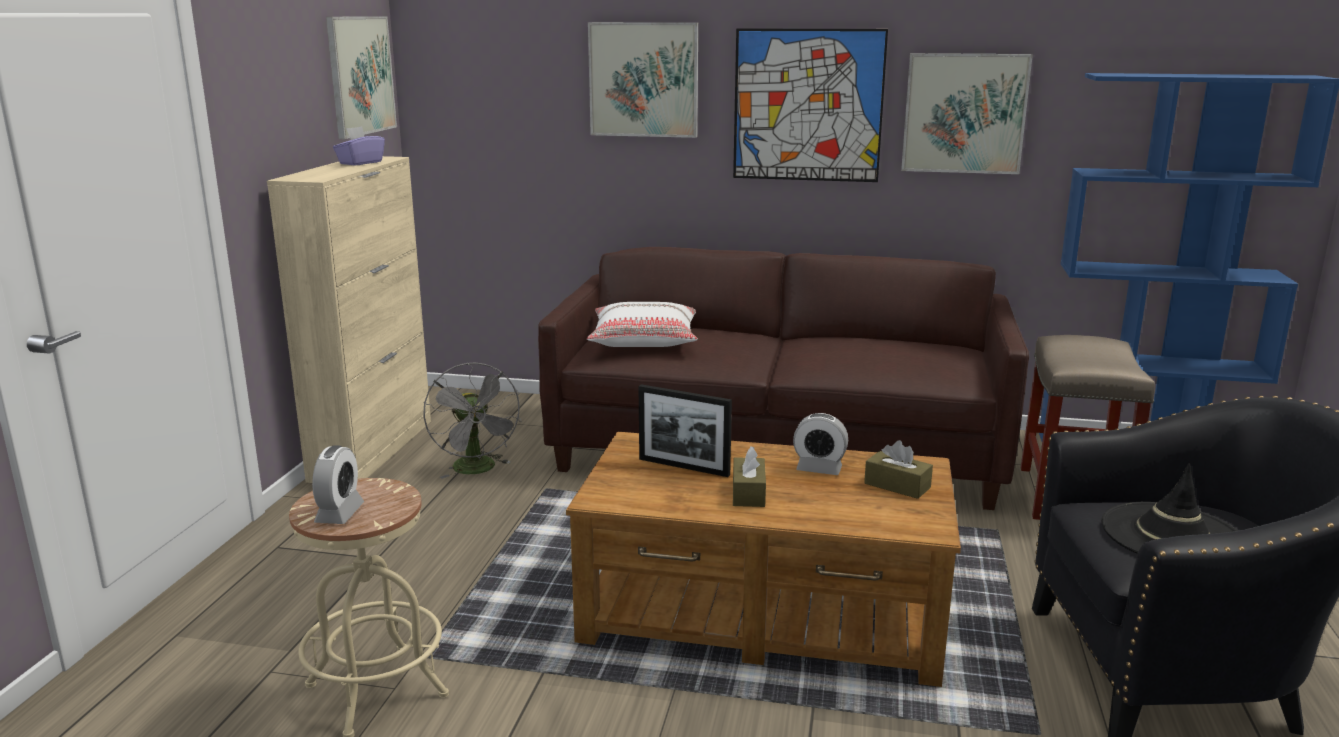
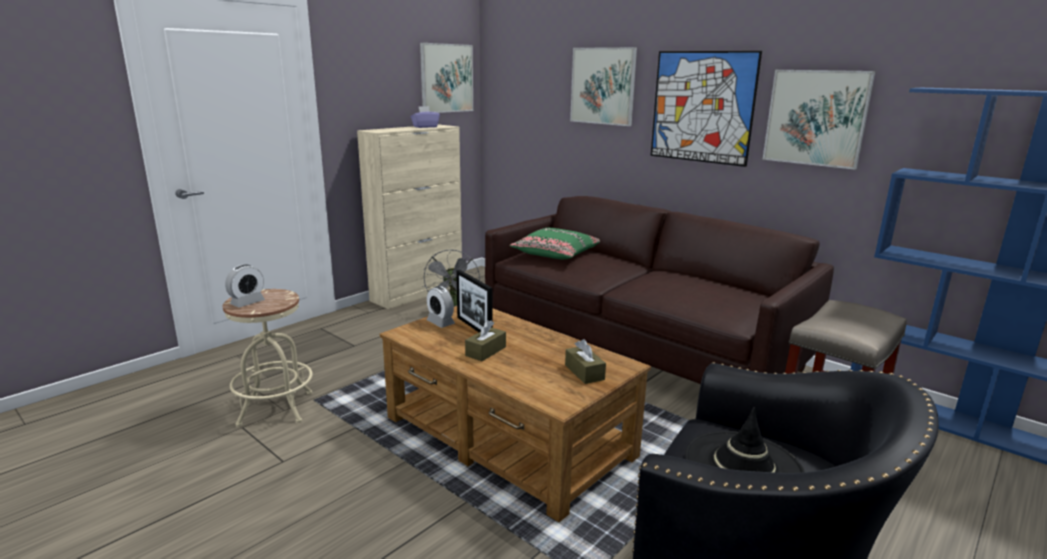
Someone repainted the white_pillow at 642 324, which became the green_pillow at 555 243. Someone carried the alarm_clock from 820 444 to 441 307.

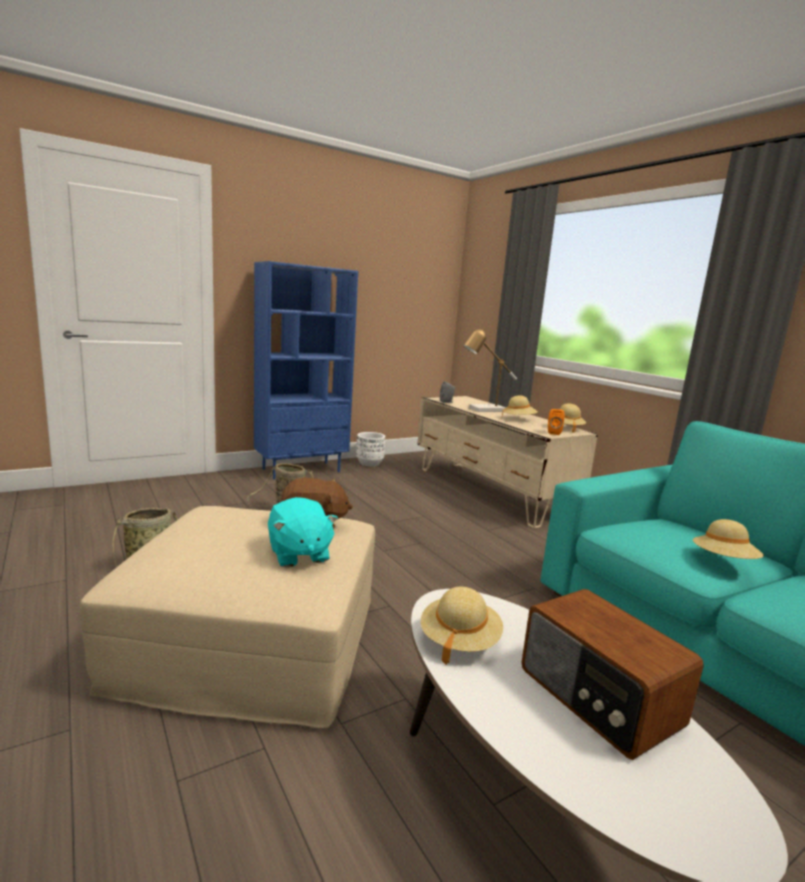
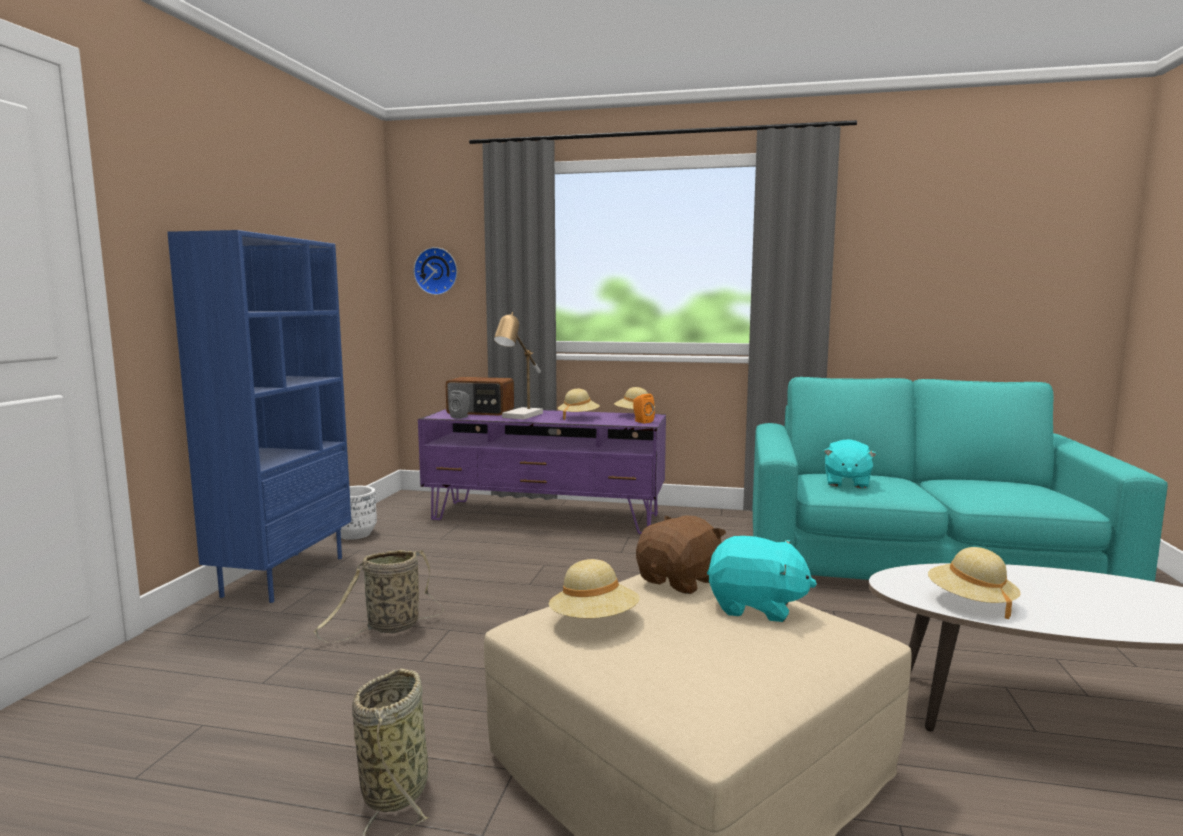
Someone repainted the beige_tv_stand at 507 462, which became the purple_tv_stand at 542 471. Someone carried the radio from 613 674 to 479 396. Someone carried the beige_hat from 728 539 to 594 589. Someone put up the wall_clock at 435 271. Someone put down the turquoise_plush_toy at 850 463.

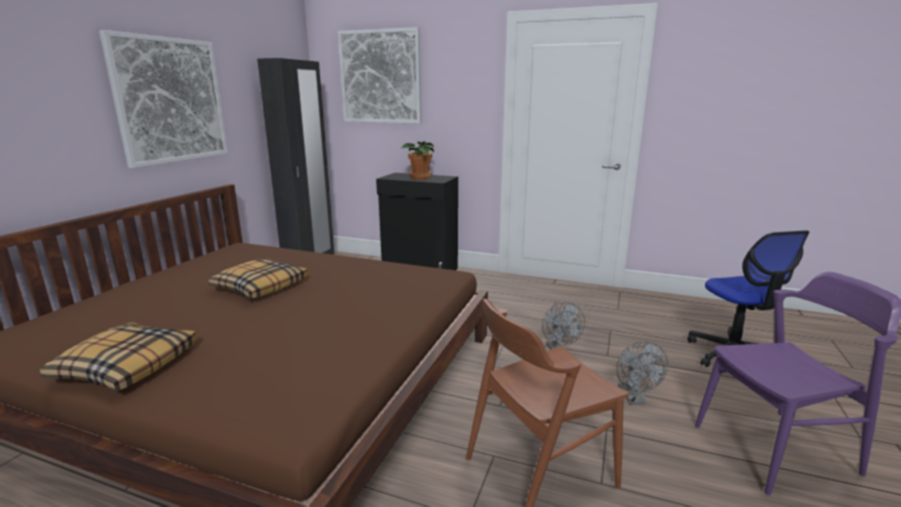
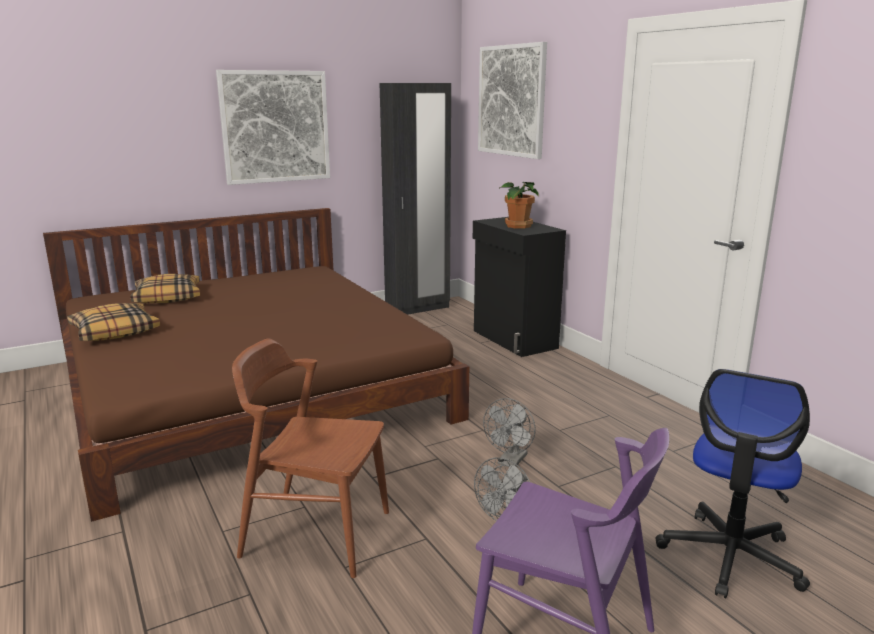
Someone carried the pillow from 258 279 to 165 288.

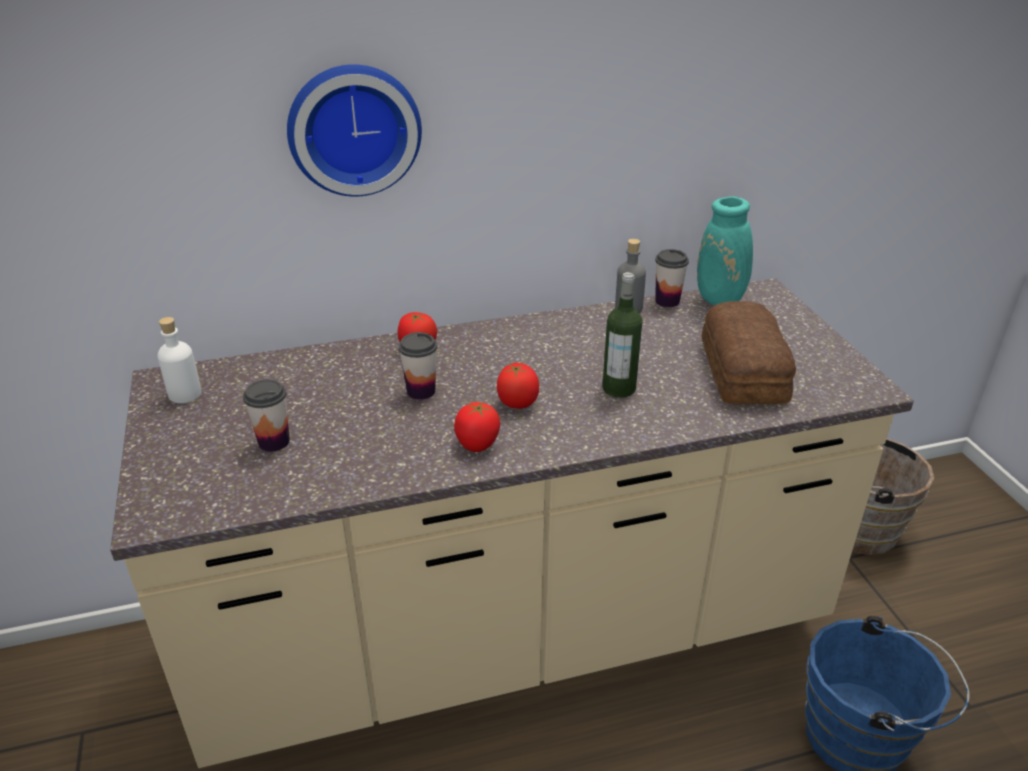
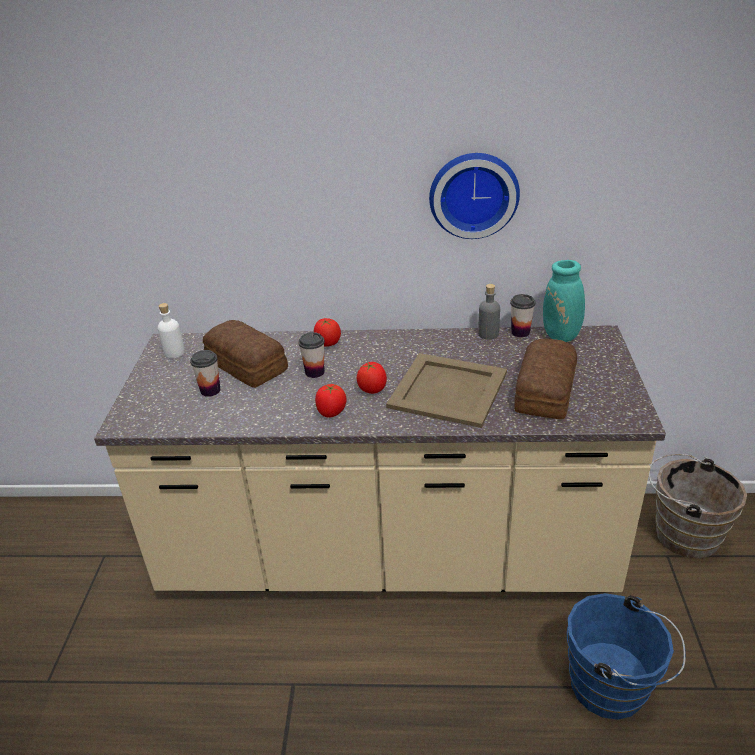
Someone carried the wall_clock from 354 130 to 474 196. Someone swapped the bottle at 622 335 for the beige_tray at 446 390. Someone put down the bread at 245 354.

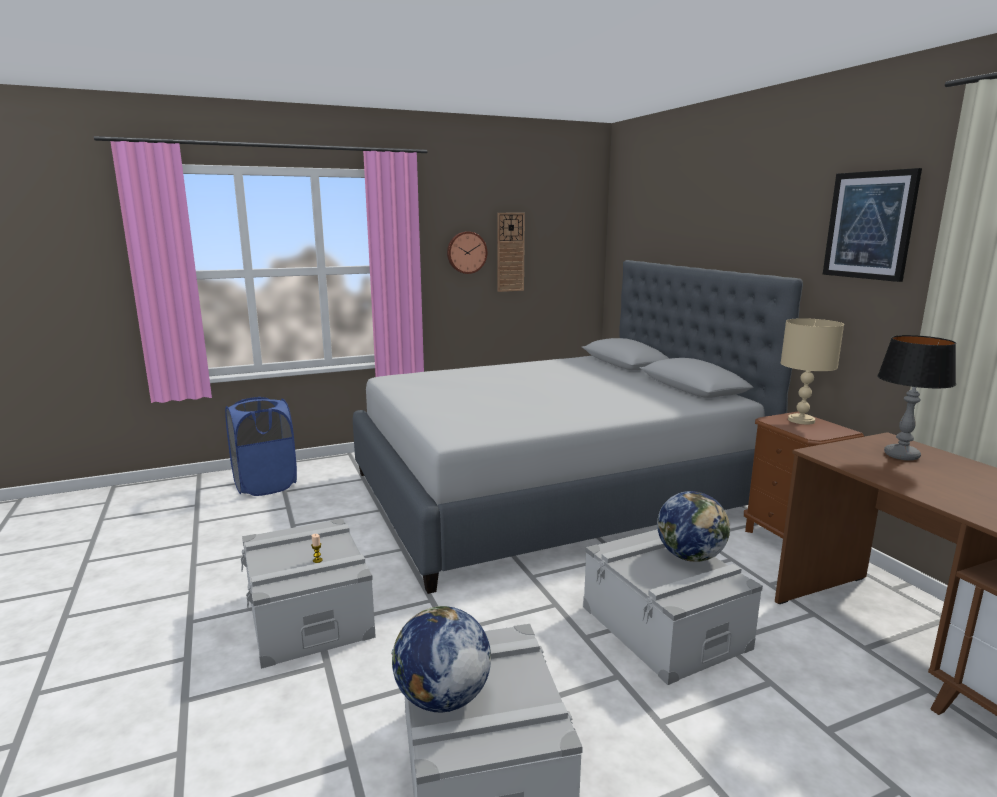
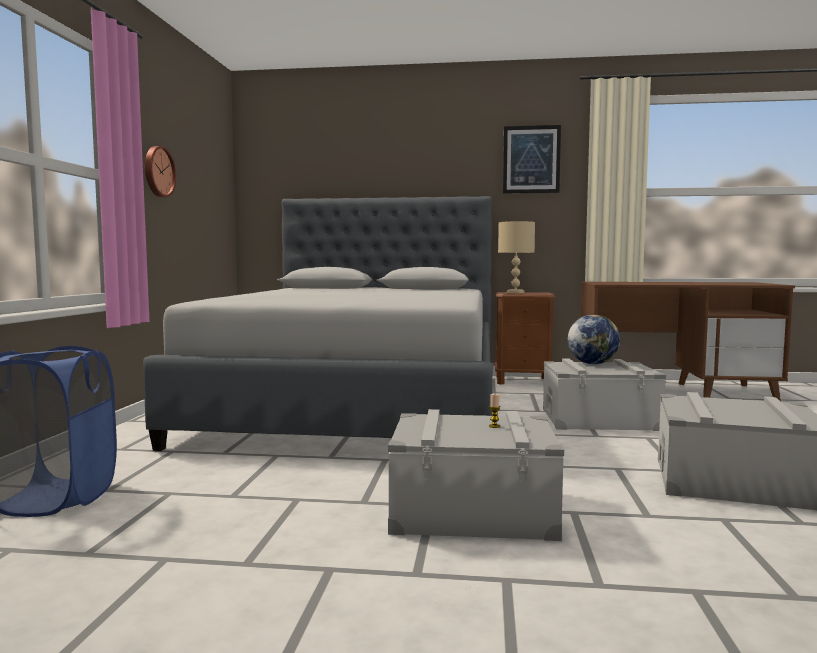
Someone took away the globe at 441 659. Someone took away the wall_clock at 511 252. Someone took away the table_lamp at 916 398.

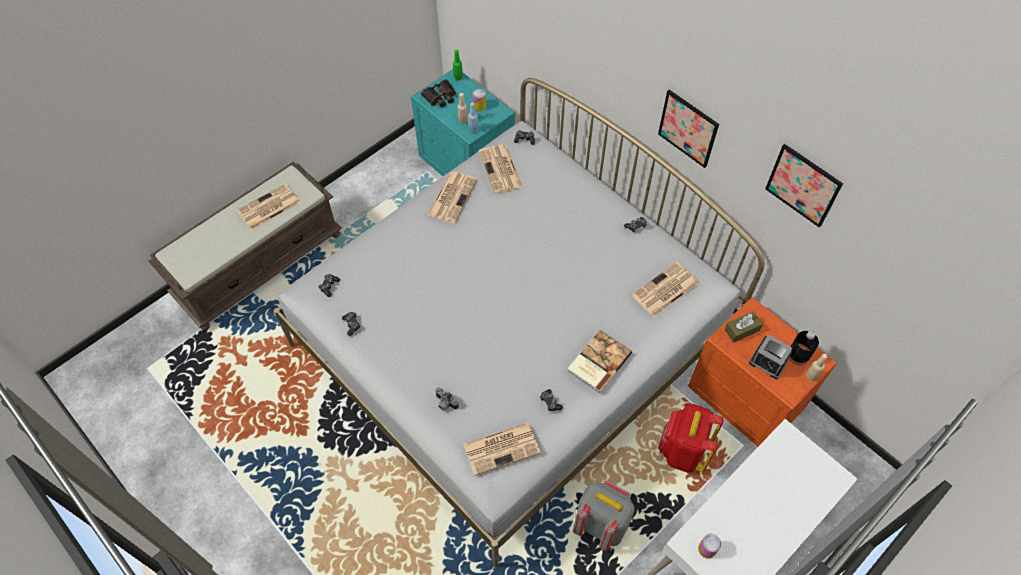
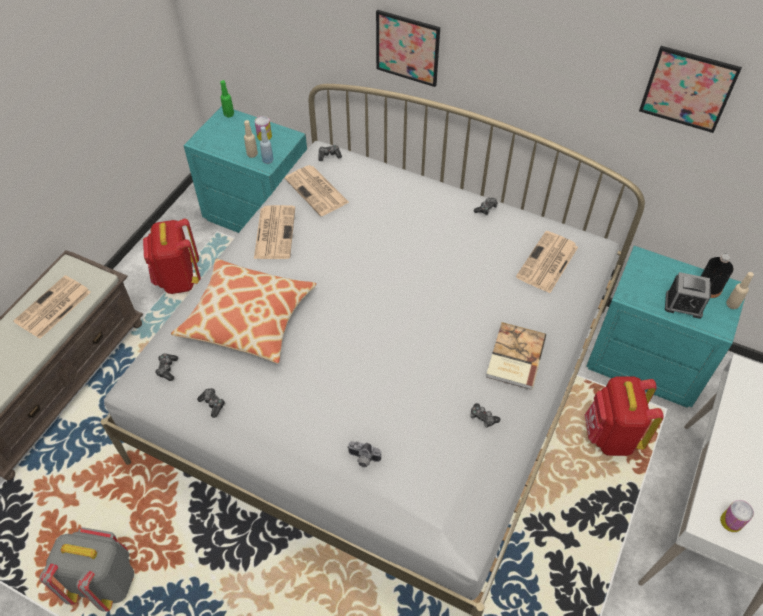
Someone took away the binoculars at 438 93. Someone took away the newspaper at 502 449. Someone carried the grey_backpack from 604 515 to 87 569. Someone carried the picture from 688 129 to 408 48. Someone repainted the orange_nightstand at 762 372, which became the turquoise_nightstand at 665 327. Someone took away the brown_tissue_box at 744 327. Someone put down the red_backpack at 172 256. Someone put down the pillow at 243 311.

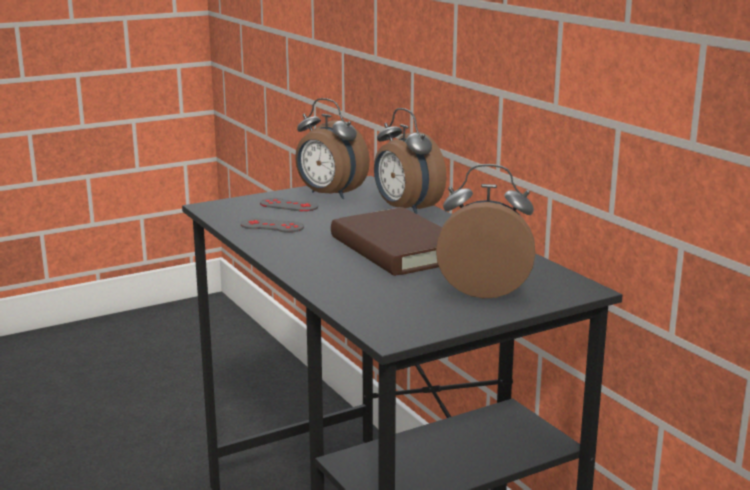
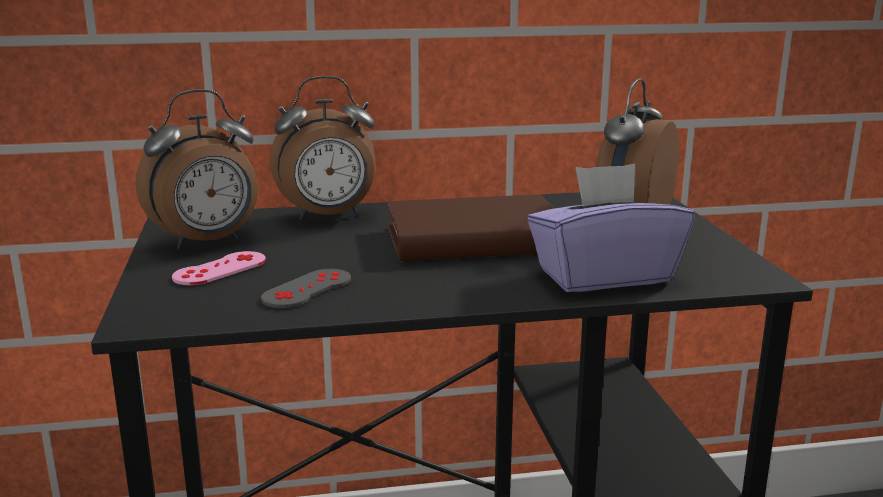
Someone repainted the grey_game_controller at 289 205, which became the pink_game_controller at 219 268. Someone put down the purple_tissue_box at 611 228.

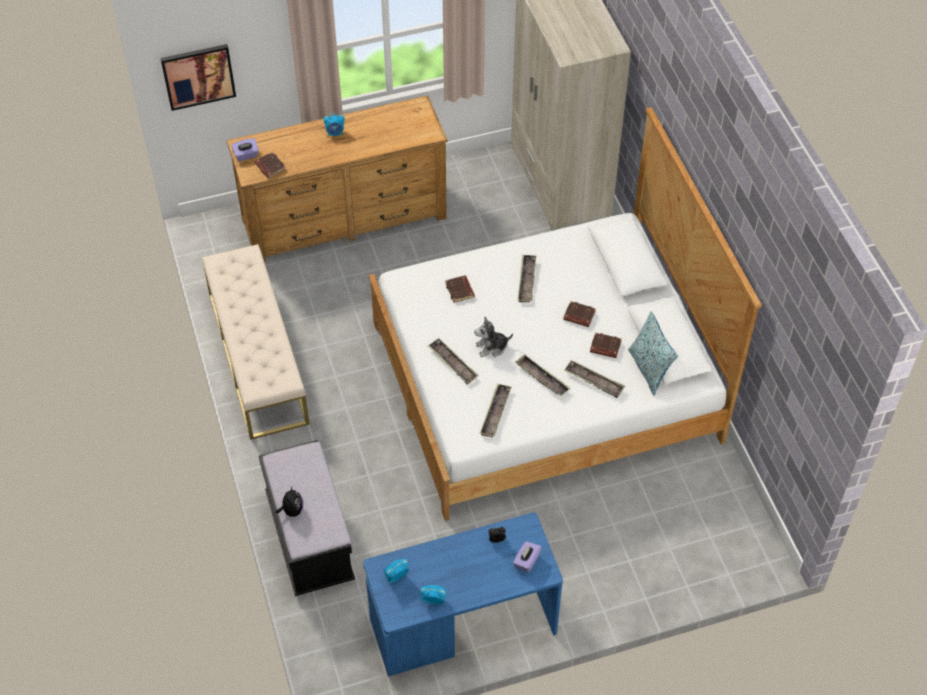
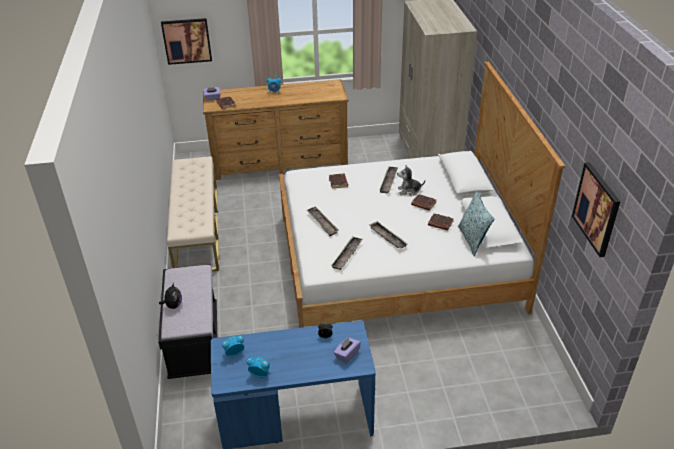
Someone carried the plush_toy from 493 337 to 411 180. Someone took away the tray at 594 379. Someone put up the picture at 596 209.

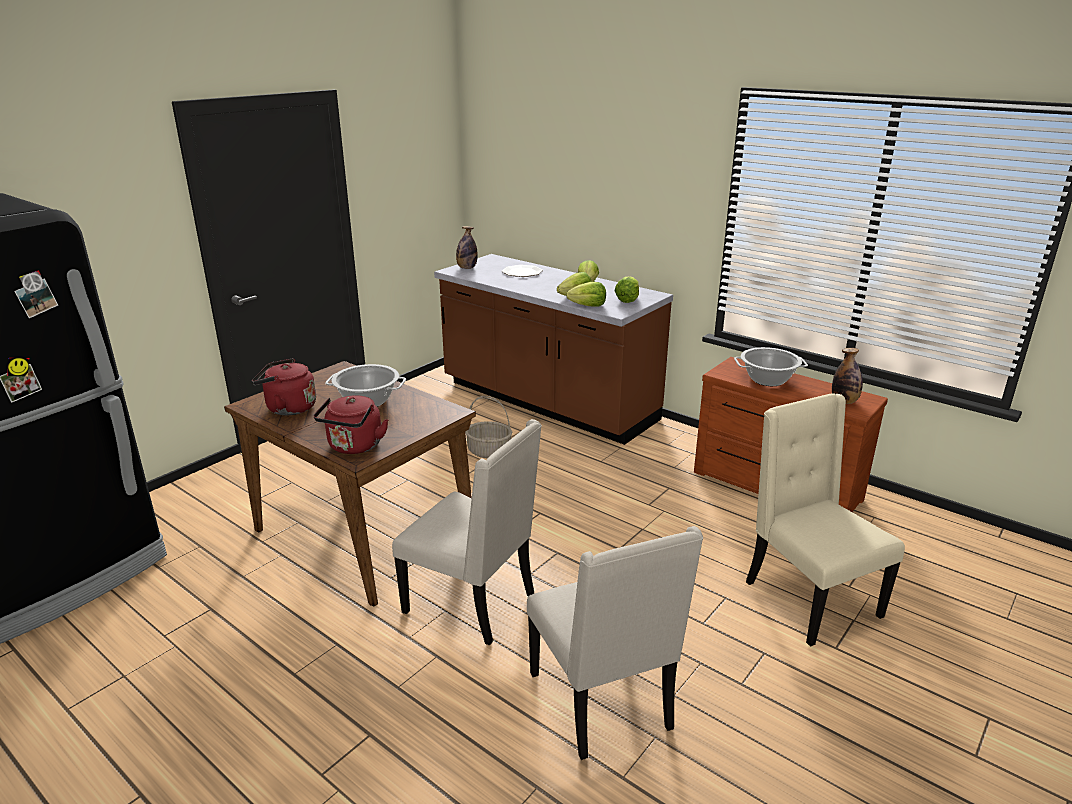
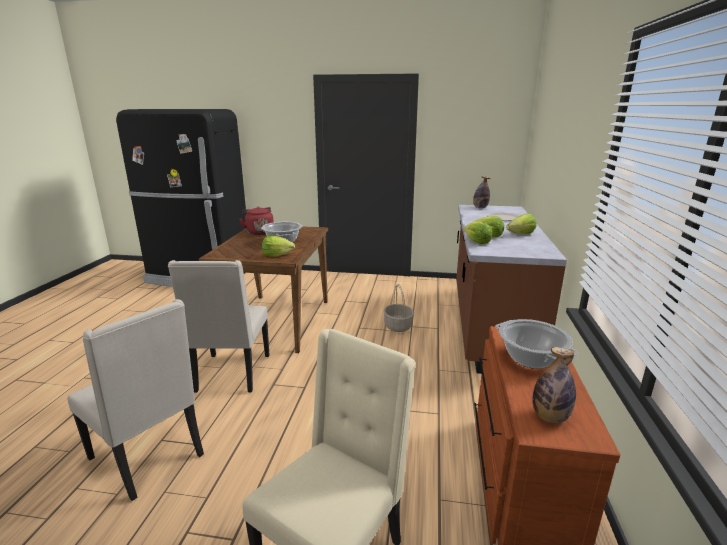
Someone took away the red_kettle at 350 424. Someone rotated the beige_chair at 615 643 by 90 degrees counterclockwise. Someone carried the lettuce from 627 289 to 278 246.

